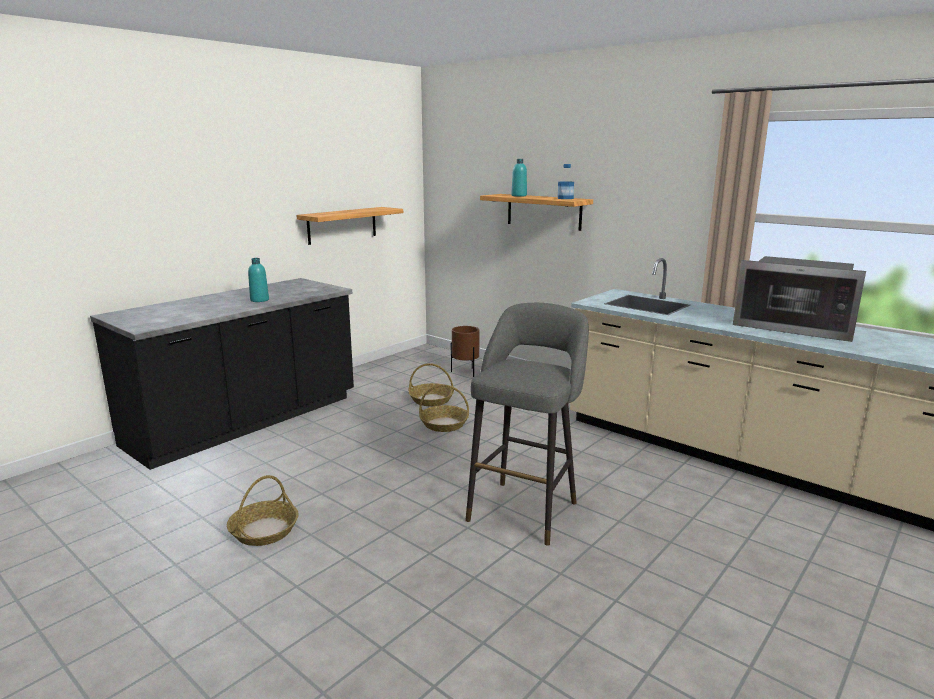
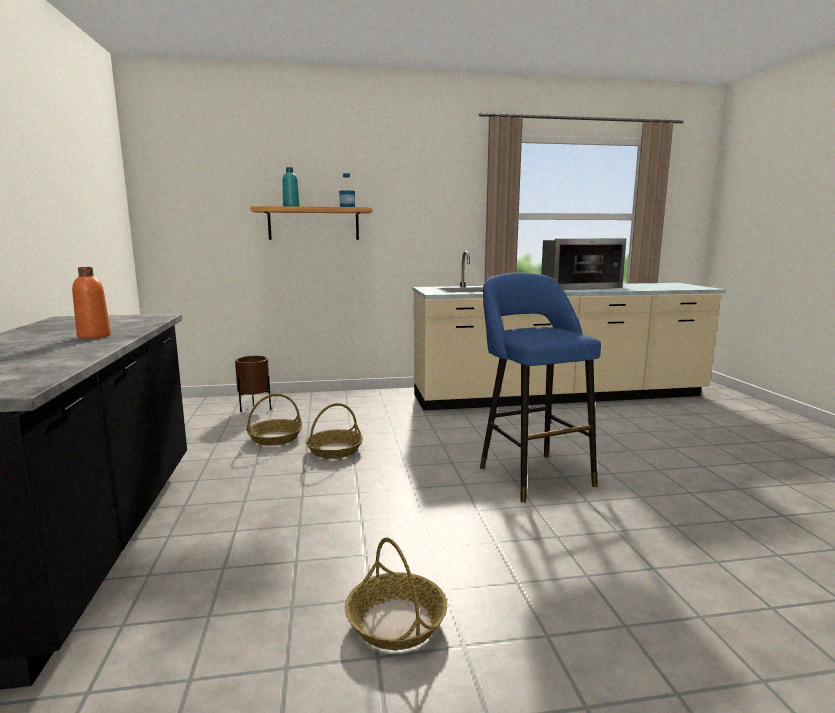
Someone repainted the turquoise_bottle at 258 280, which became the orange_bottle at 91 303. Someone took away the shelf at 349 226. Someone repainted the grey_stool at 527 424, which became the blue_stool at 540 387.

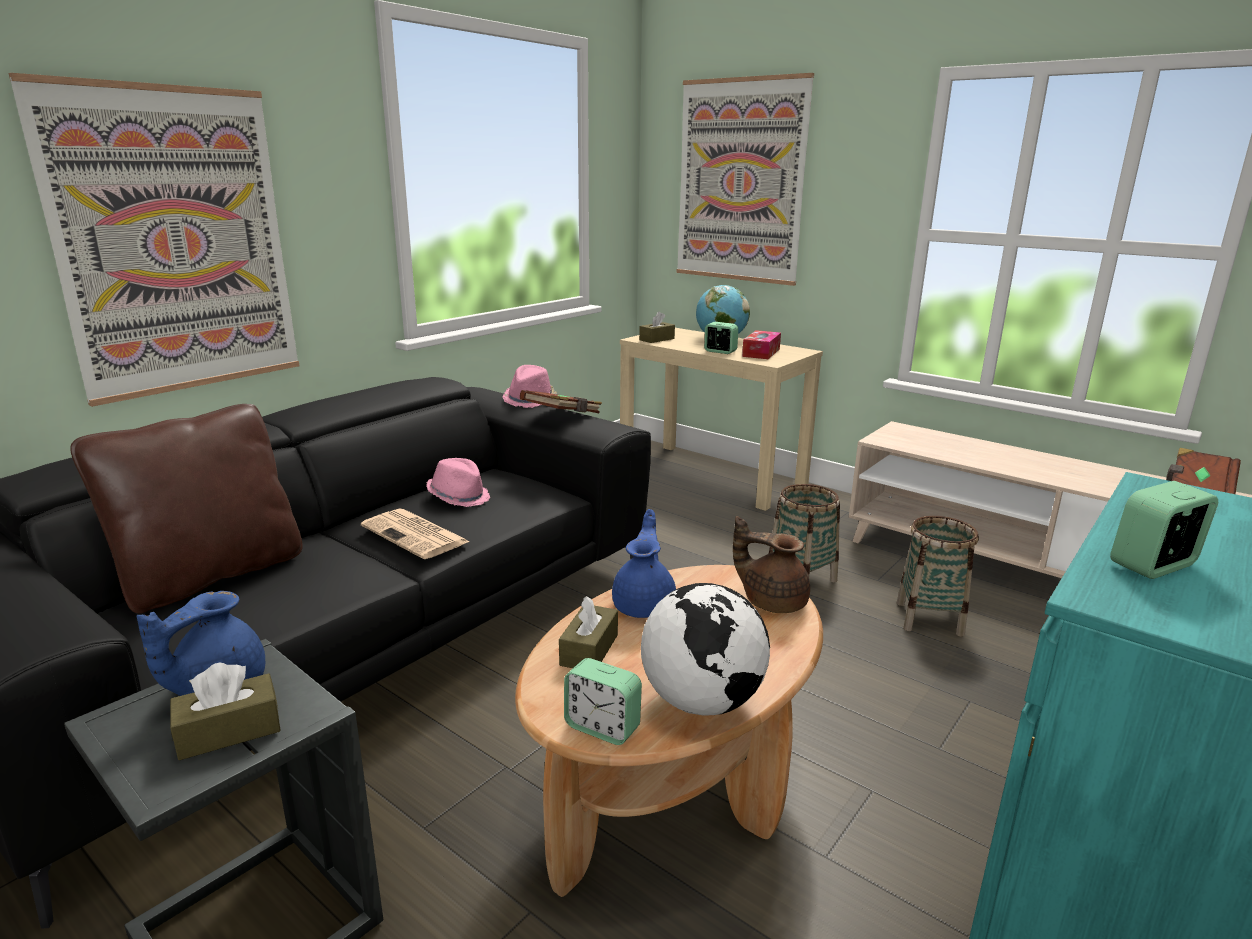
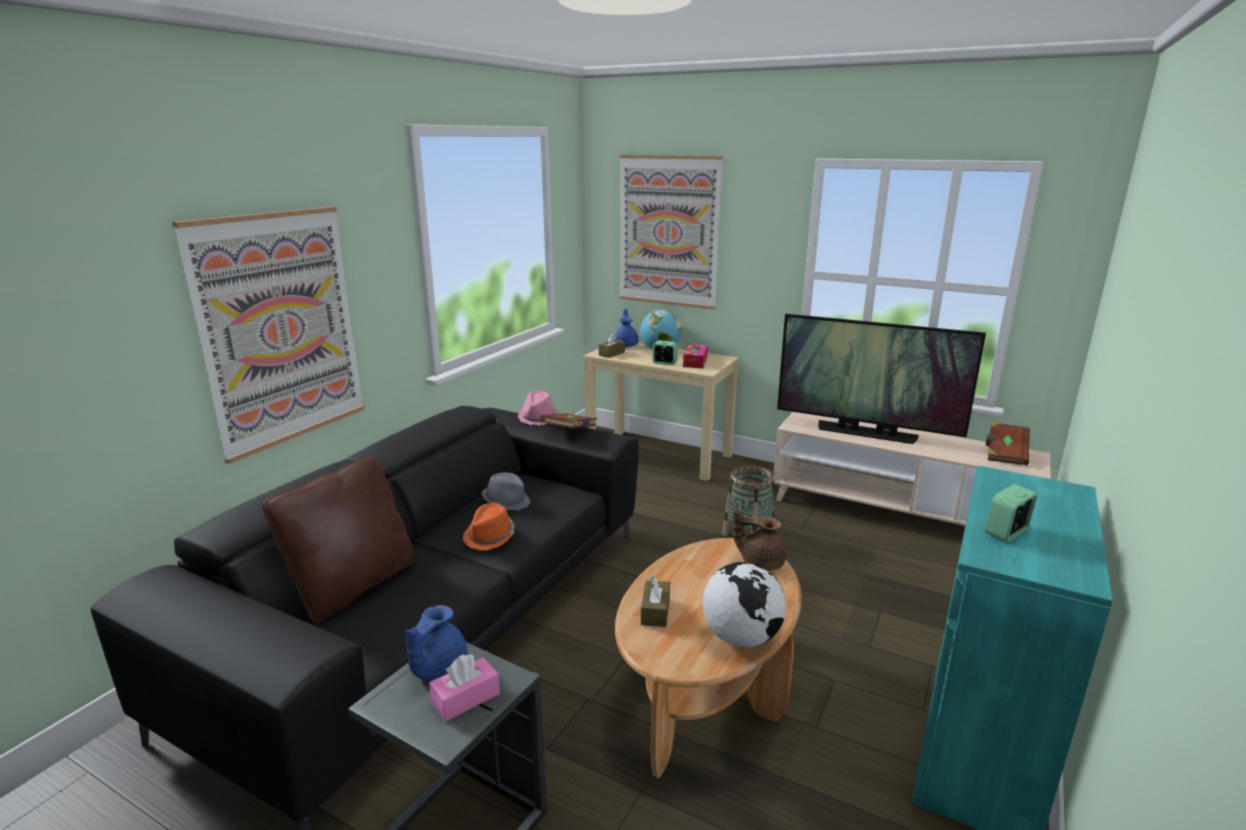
Someone repainted the brown_tissue_box at 225 711, which became the pink_tissue_box at 464 688. Someone swapped the newspaper at 415 533 for the orange_hat at 488 527. Someone repainted the pink_hat at 458 482, which became the grey_hat at 505 491. Someone took away the alarm_clock at 603 701. Someone carried the blue_teapot from 644 563 to 627 328. Someone took away the basket at 938 576. Someone put down the television at 881 379.

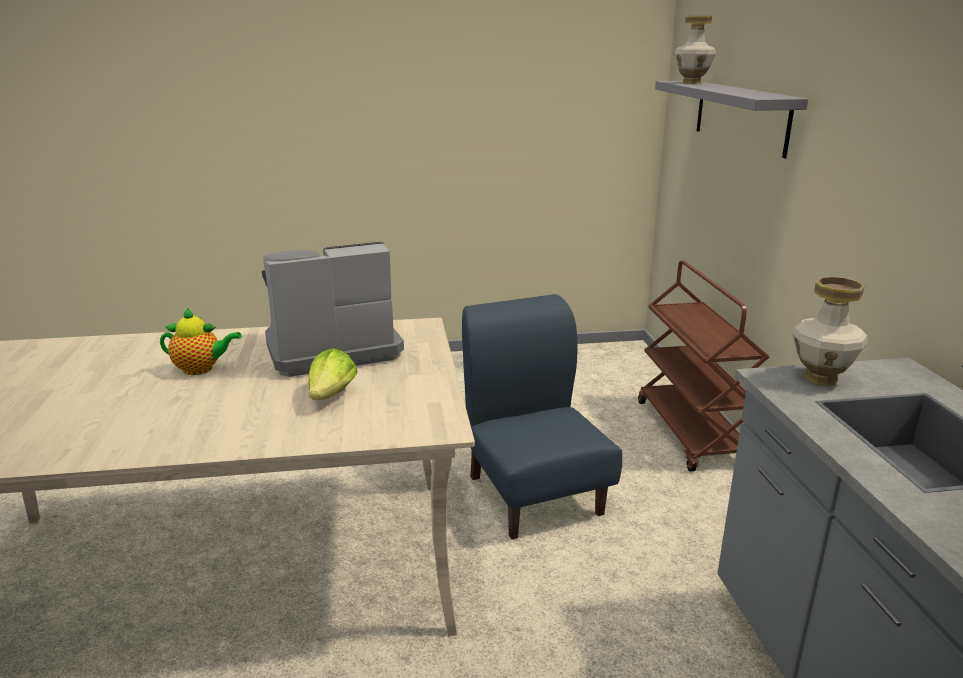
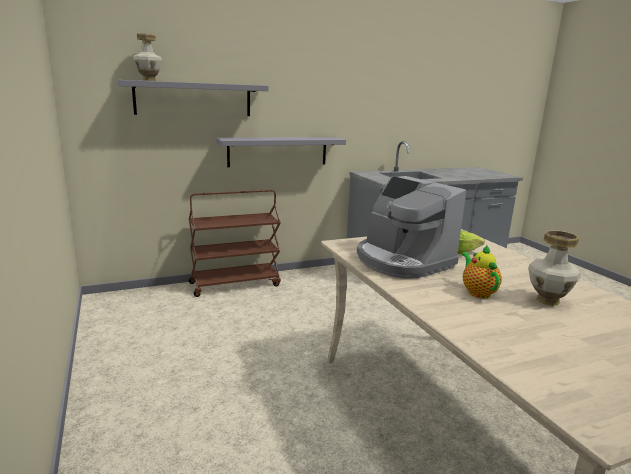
Someone took away the blue_chair at 542 416. Someone carried the vase from 829 331 to 554 268. Someone put up the grey_shelf at 281 152.

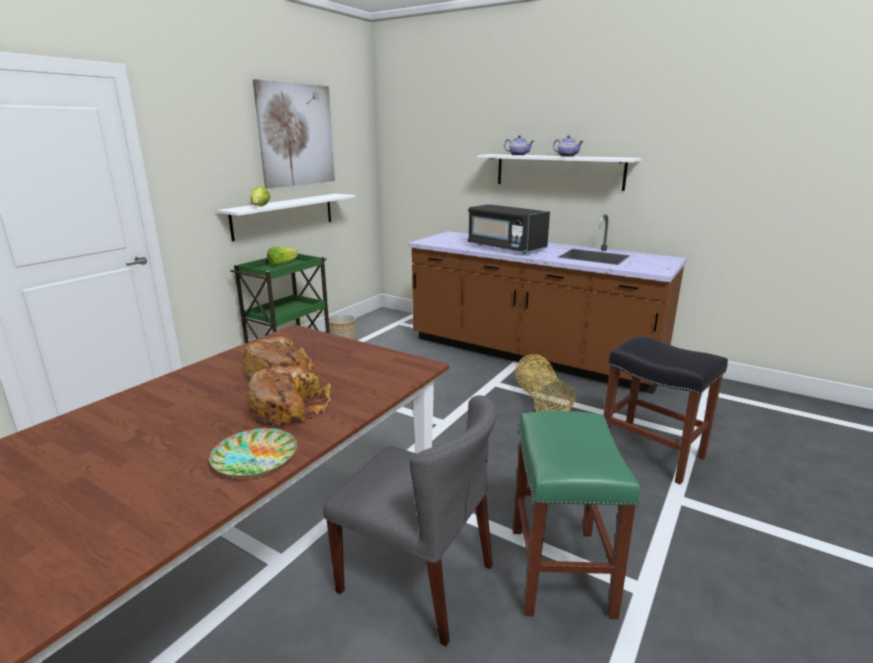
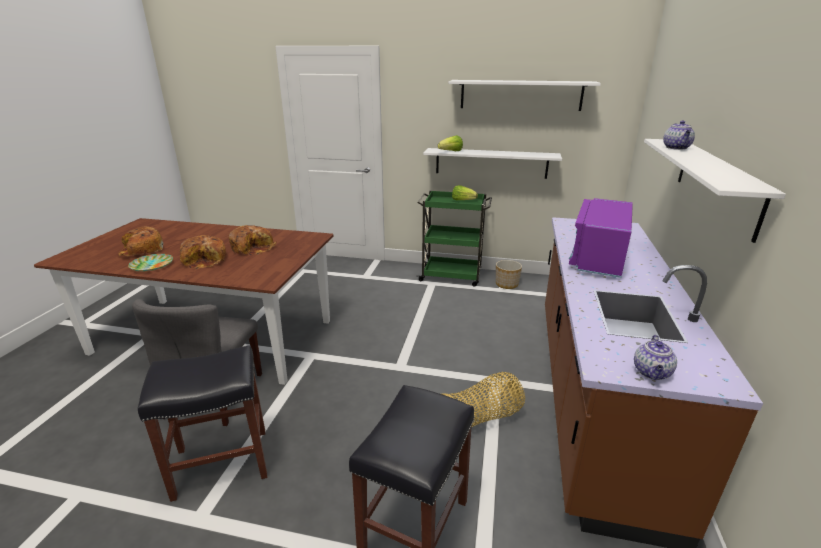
Someone swapped the picture at 294 134 for the white_shelf at 525 95. Someone repainted the black_microwave at 509 229, which became the purple_microwave at 601 238. Someone repainted the green_stool at 576 515, which became the black_stool at 202 423. Someone carried the teapot from 568 146 to 655 357. Someone put down the bread at 141 241.

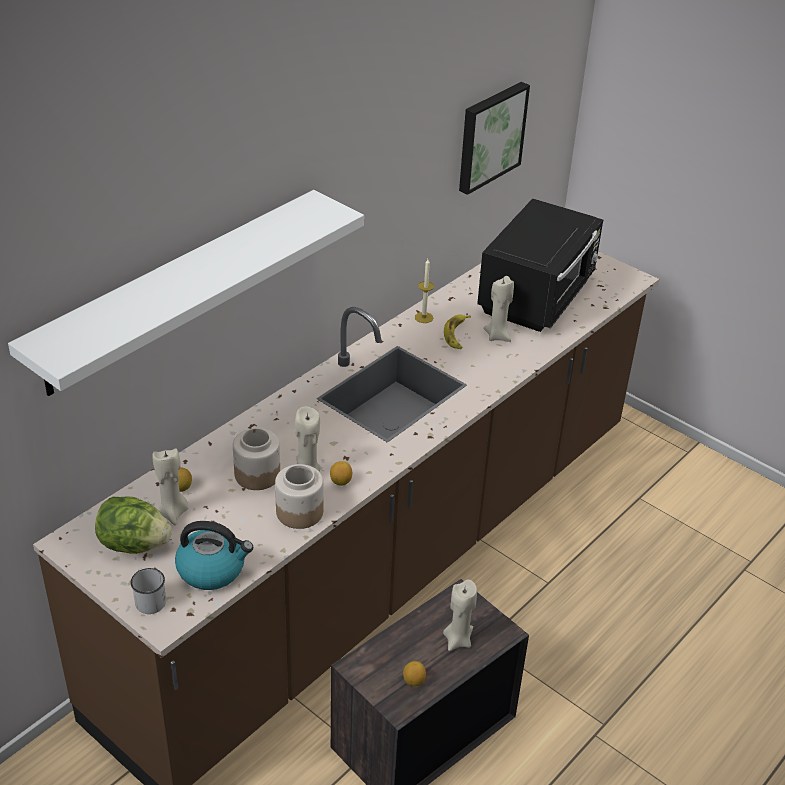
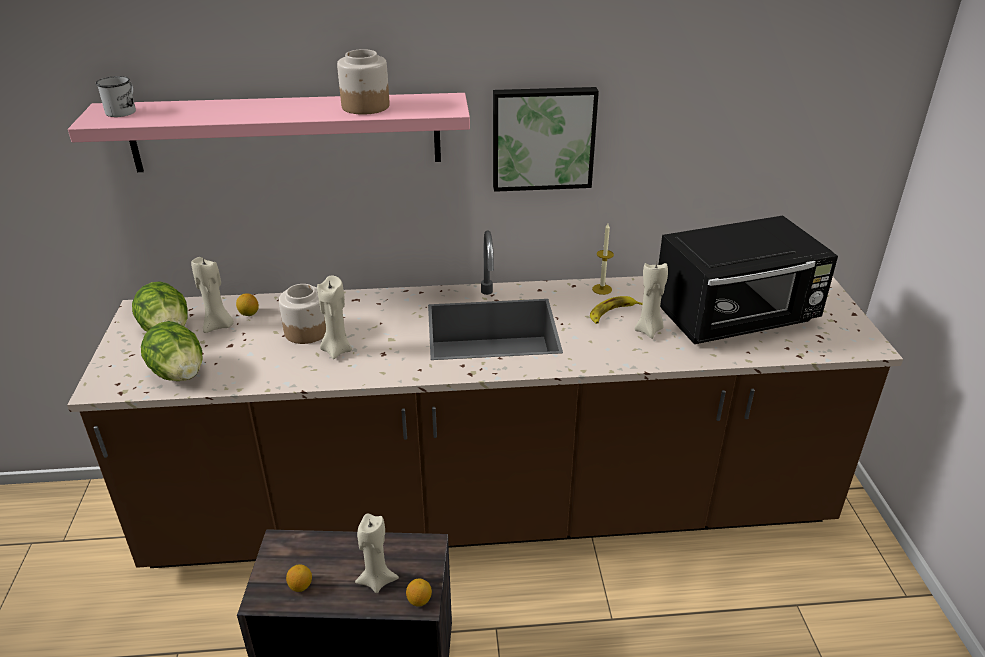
Someone repainted the white_shelf at 186 293, which became the pink_shelf at 269 132. Someone carried the white_mug from 148 591 to 116 96. Someone swapped the kettle at 214 555 for the lettuce at 171 351. Someone carried the jar from 299 496 to 363 82. Someone carried the lemon from 341 473 to 419 593. Someone carried the picture from 494 138 to 546 139.

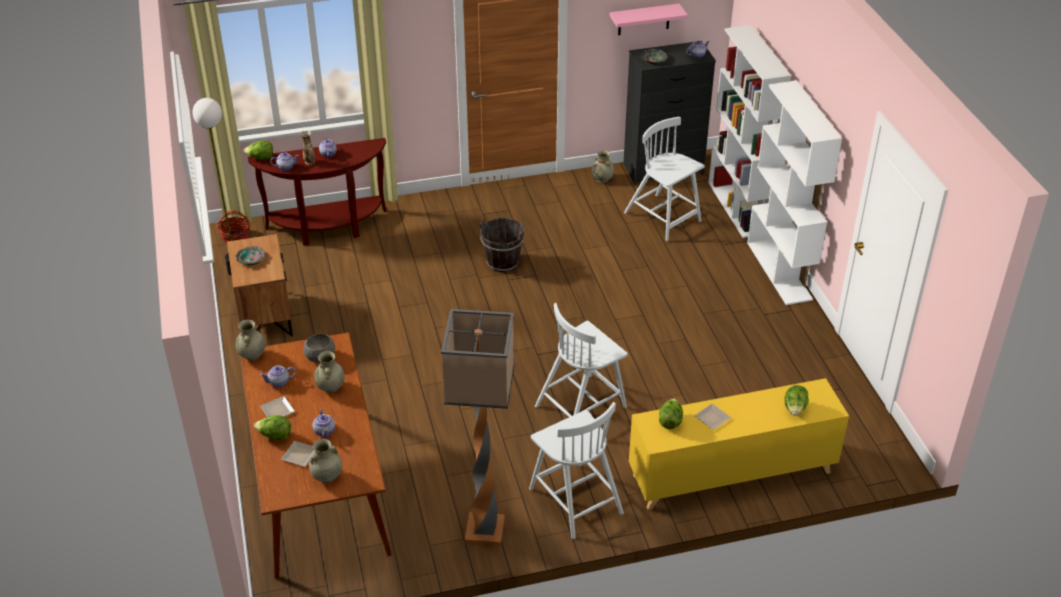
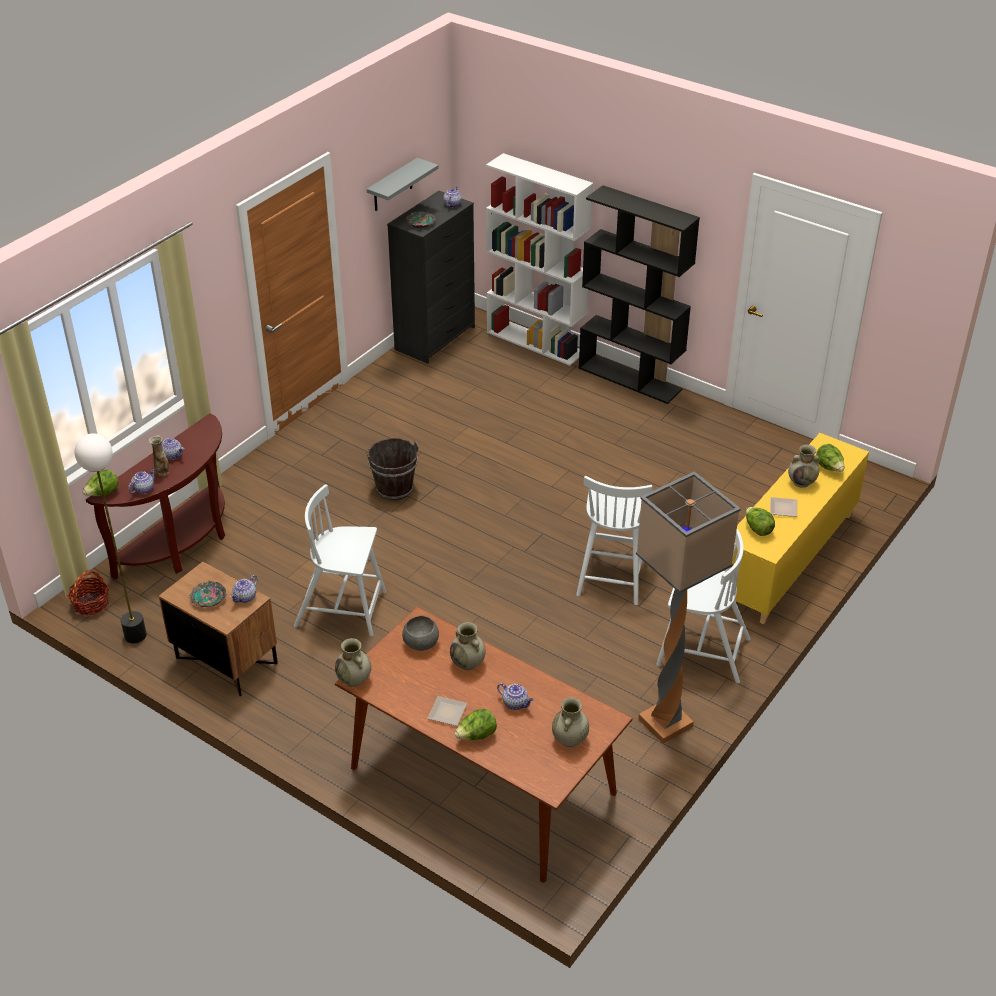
Someone carried the teapot from 278 376 to 244 589. Someone took away the plate at 298 454. Someone carried the beige_vase from 603 166 to 803 466. Someone repainted the pink_shelf at 649 19, which became the grey_shelf at 403 184. Someone carried the white_chair from 664 179 to 340 560. Someone repainted the white_bookcase at 794 192, which became the black_bookcase at 639 294.

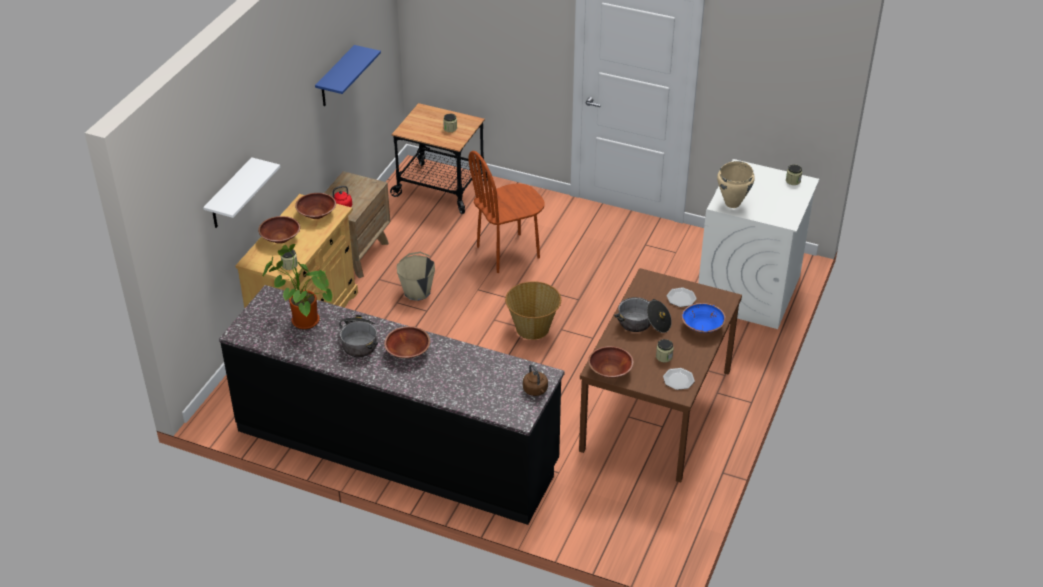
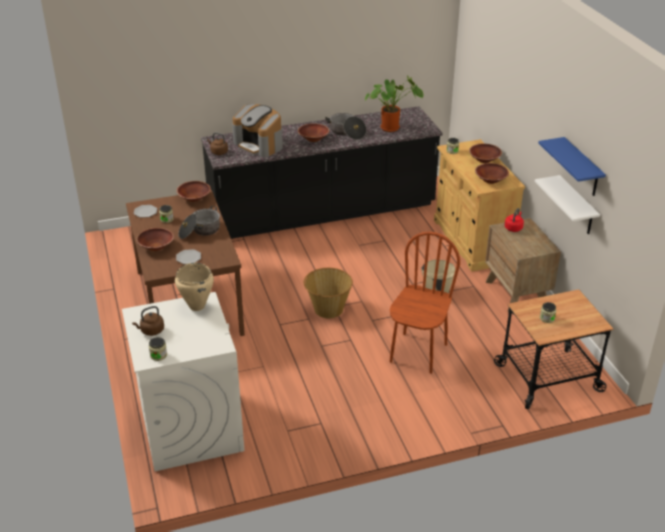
Someone carried the white_shelf from 241 192 to 567 204. Someone repainted the blue_bowl at 704 318, which became the brown_bowl at 155 239. Someone put down the brown_kettle at 148 321. Someone put down the coffee_machine at 257 130.

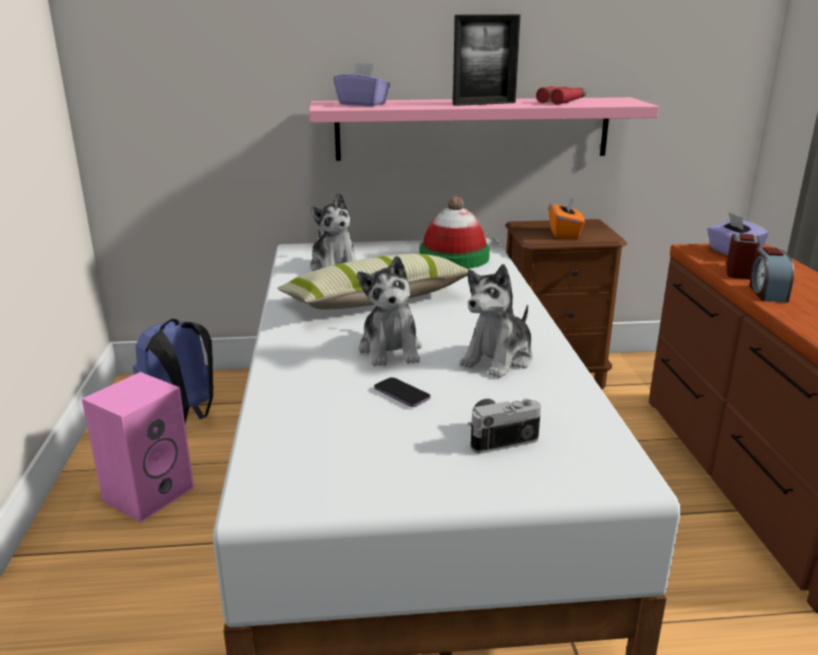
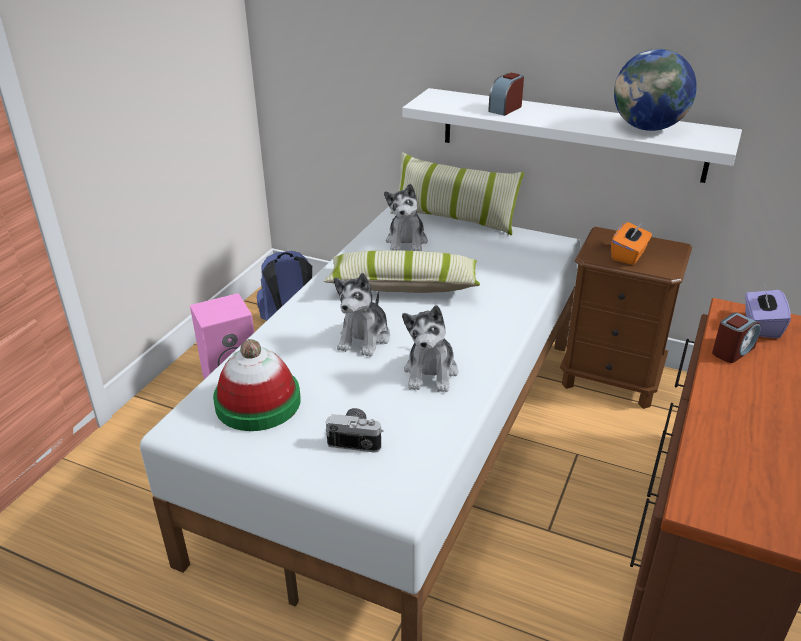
Someone repainted the pink_shelf at 484 129, which became the white_shelf at 572 135. Someone took away the purple_tissue_box at 361 84. Someone took away the phone at 402 392. Someone carried the hat from 455 232 to 257 385. Someone took away the picture_frame at 487 60. Someone rotated the plush_toy at 496 321 by 60 degrees counterclockwise. Someone swapped the red_binoculars at 561 95 for the globe at 655 90. Someone carried the alarm_clock from 771 274 to 506 94. Someone put down the pillow at 457 194.

